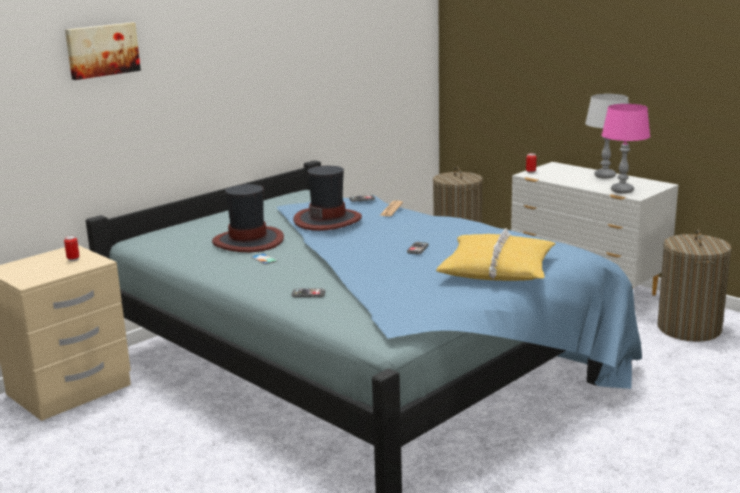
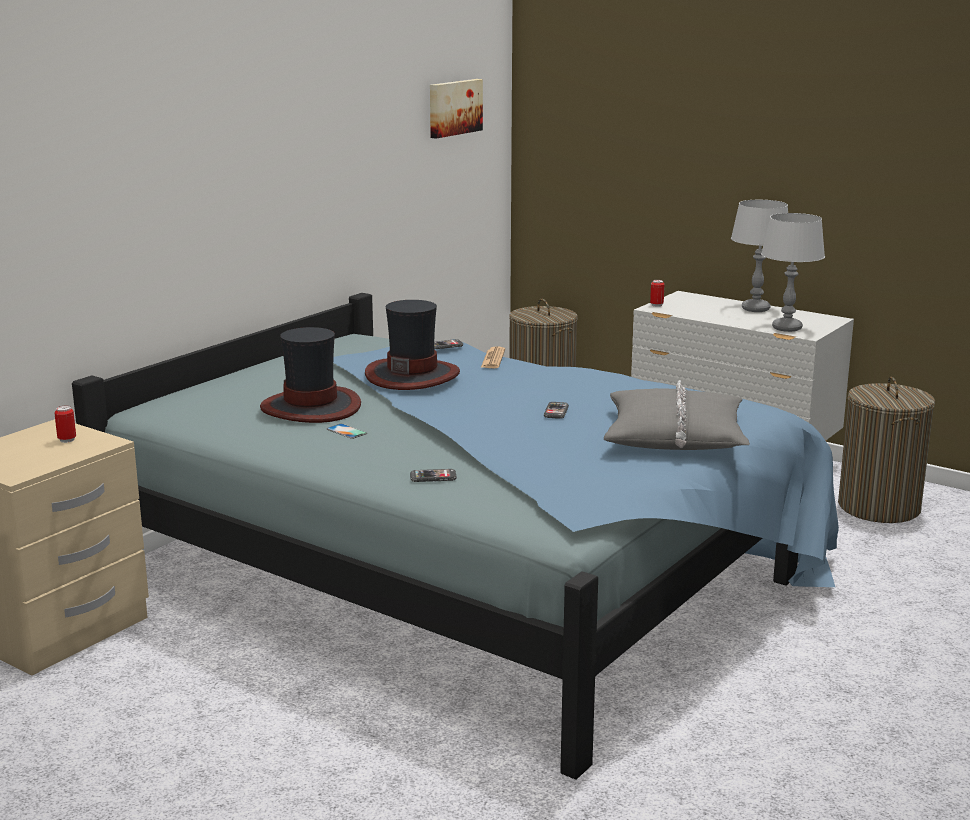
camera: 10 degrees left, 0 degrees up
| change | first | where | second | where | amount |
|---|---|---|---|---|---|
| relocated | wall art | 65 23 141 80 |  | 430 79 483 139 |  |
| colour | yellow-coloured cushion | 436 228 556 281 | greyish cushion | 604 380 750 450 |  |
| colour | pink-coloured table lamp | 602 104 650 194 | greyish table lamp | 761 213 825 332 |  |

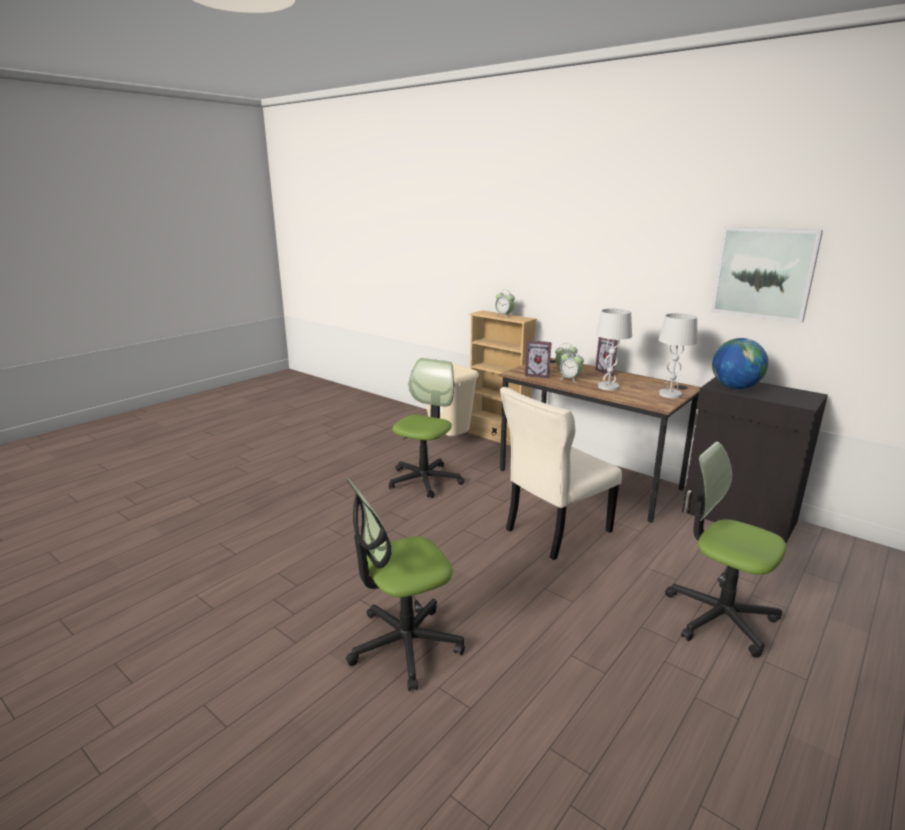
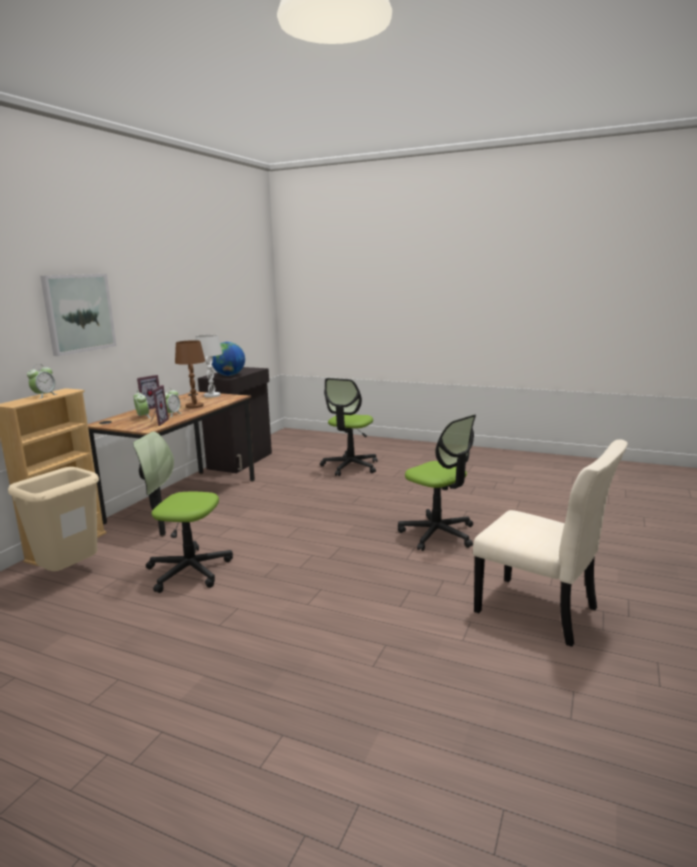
camera: 105 degrees left, 5 degrees down
| change | first | where | second | where | amount |
|---|---|---|---|---|---|
| relocated | wall art | 711 226 823 323 |  | 40 274 116 356 |  |
| colour | white-coloured table lamp | 596 309 632 391 | brown-coloured table lamp | 175 340 205 408 |  |
| relocated | sand-coloured plain chair | 500 387 622 560 |  | 473 439 628 647 |  |

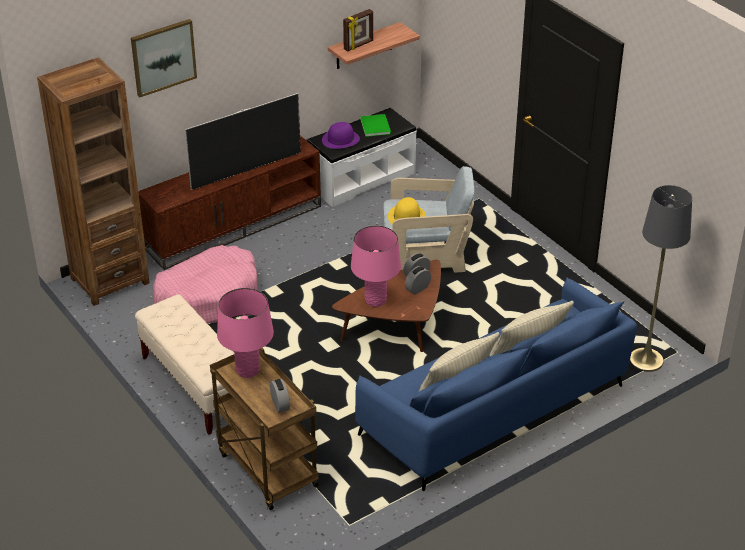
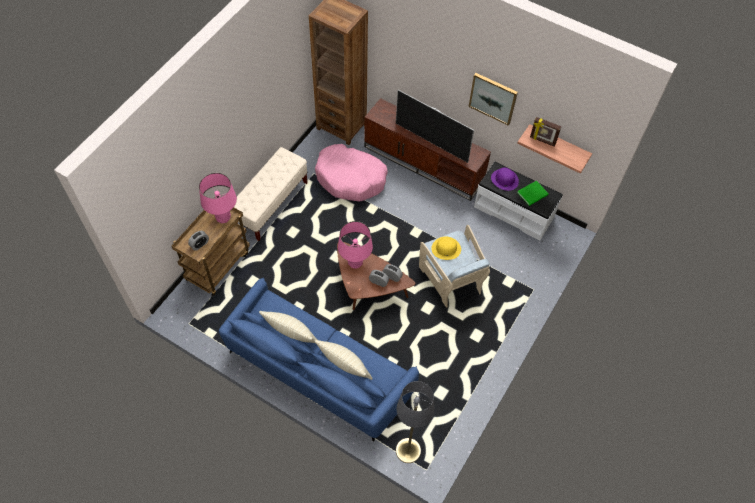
camera: 65 degrees right, 20 degrees up
| change | first | where | second | where | amount |
|---|---|---|---|---|---|
| relocated | wall art | 131 19 197 97 |  | 468 73 518 126 |  |

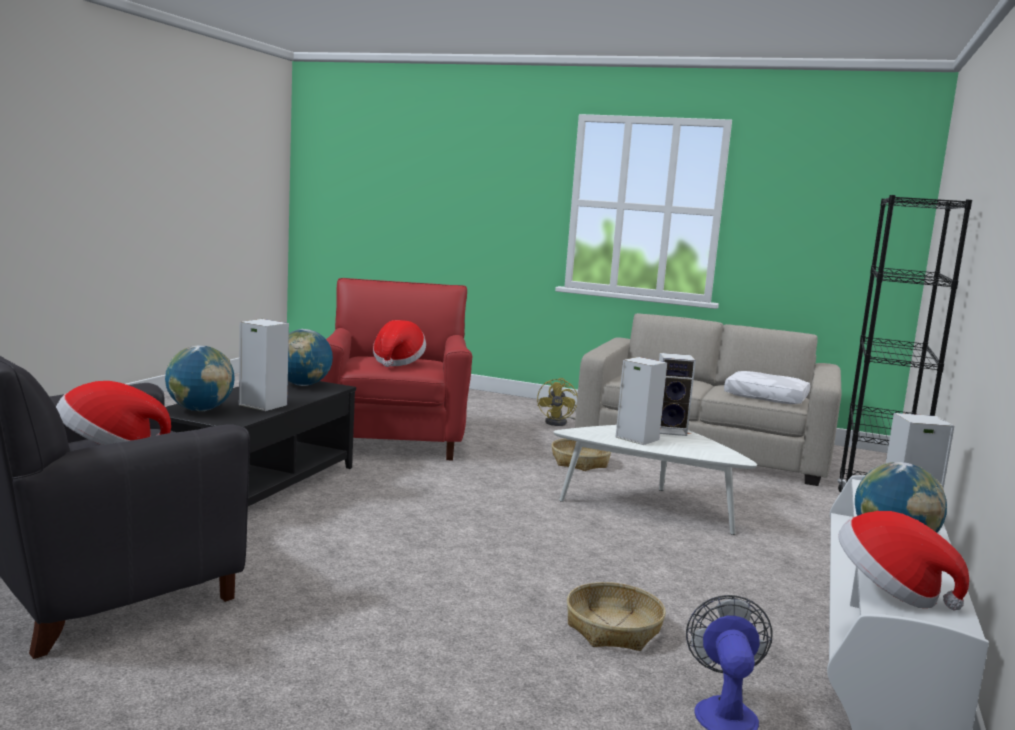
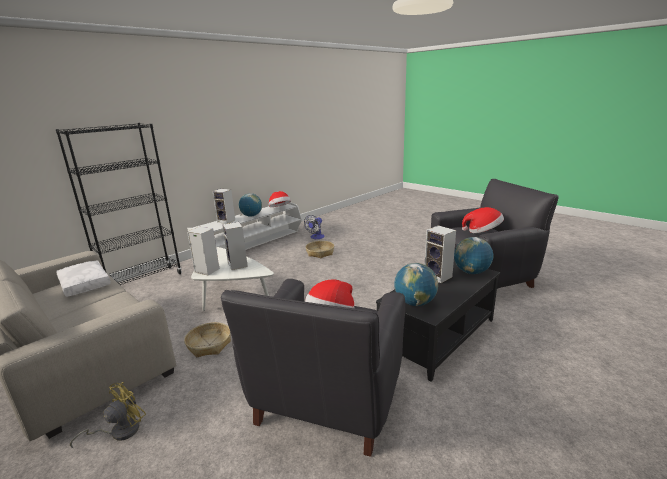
camera: 155 degrees left, 10 degrees up
| change | first | where | second | where | amount |
|---|---|---|---|---|---|
| colour | reddish lounge chair | 320 278 473 460 | blackish lounge chair | 221 279 405 457 |  |

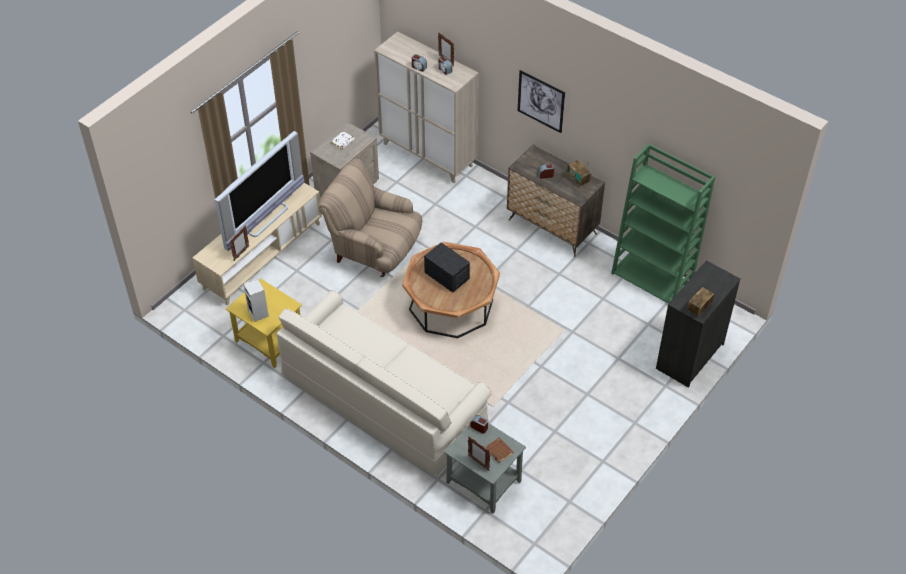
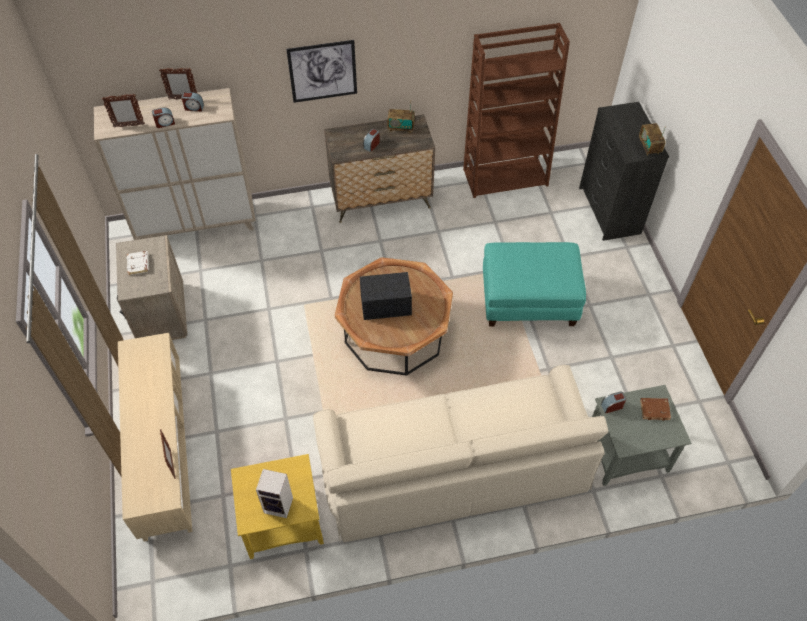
camera: 50 degrees left, 5 degrees up
| change | first | where | second | where | amount |
|---|---|---|---|---|---|
| relocated | picture frame | 468 436 491 471 |  | 102 94 145 128 |  |
| colour | green shelving unit | 611 143 715 304 | brown-coloured shelving unit | 463 23 570 198 |  |
| appeared |  |  | blue-green footrest | 483 242 586 326 |  |
| missing | TV | 215 131 305 251 |  |  |  |
| missing | sand-coloured lounge chair | 318 159 422 277 |  |  |  |

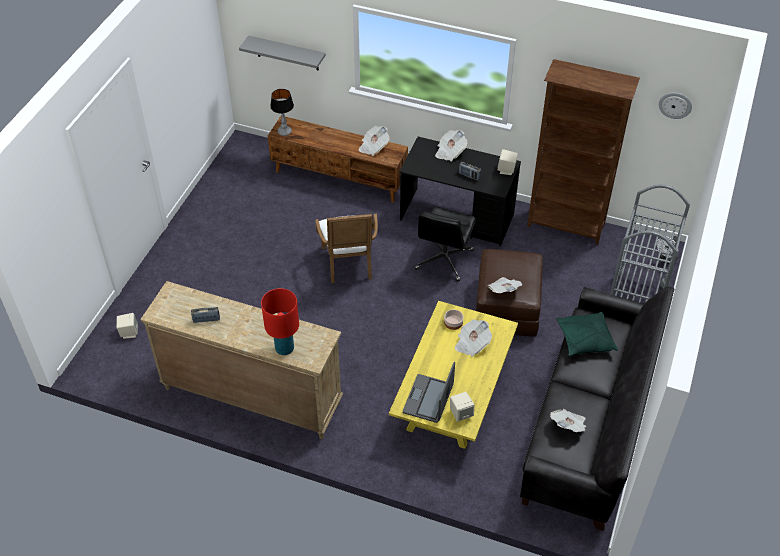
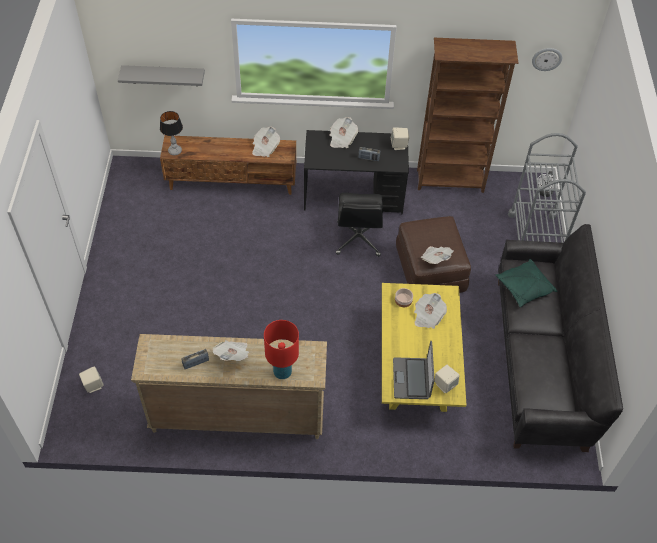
camera: 20 degrees left, 5 degrees up
| change | first | where | second | where | amount |
|---|---|---|---|---|---|
| relocated | printed paper | 550 409 586 432 |  | 212 340 249 361 |  |
| missing | white-coloured lounge chair | 315 214 378 283 |  |  |  |

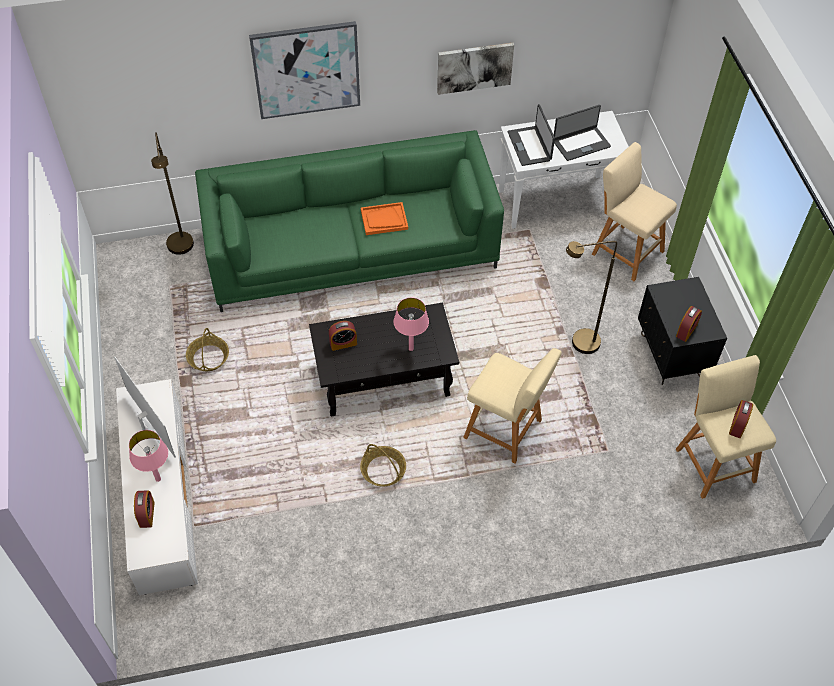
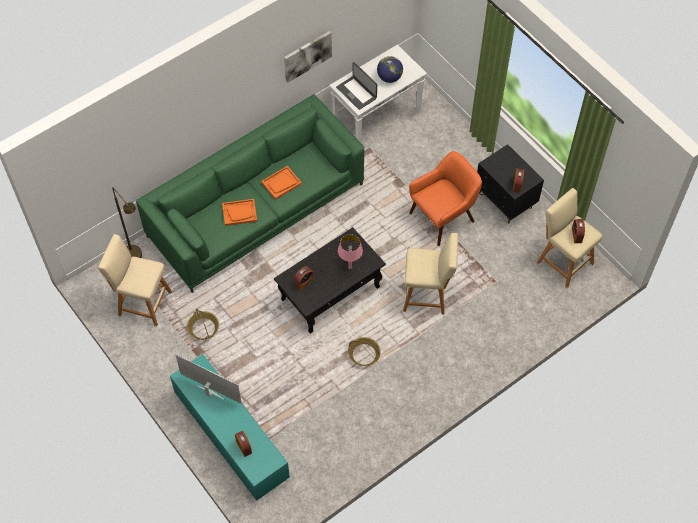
camera: 25 degrees left, 5 degrees up
| change | first | where | second | where | amount |
|---|---|---|---|---|---|
| relocated | sand-coloured stool | 592 142 677 281 |  | 98 234 172 326 |  |
| colour | white-coloured tv unit | 116 379 198 595 | blue-green tv unit | 170 354 290 501 |  |
| appeared |  |  | orange serving tray | 222 199 257 226 |  |
| exchanged | notebook computer | 554 105 611 161 | globe | 377 56 403 83 |  |
| exchanged | brown-coloured standing lamp | 566 241 617 354 | orange lounge chair | 409 151 482 246 |  |
| missing | pink-coloured table lamp | 129 430 168 482 |  |  |  |
| missing | wall art | 249 21 360 119 |  |  |  |

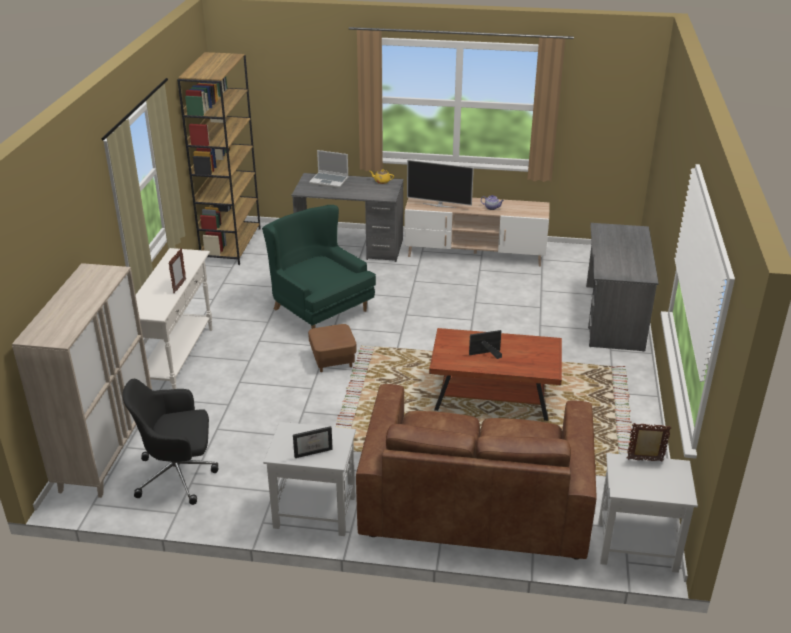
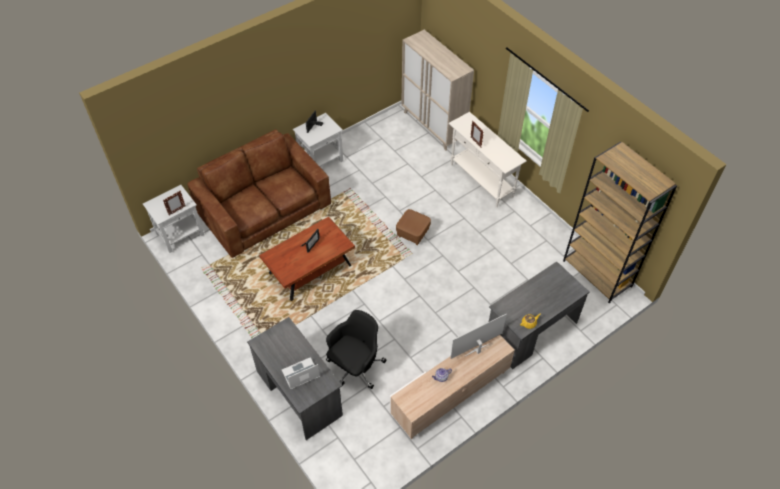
camera: 135 degrees right, 20 degrees up
| change | first | where | second | where | amount |
|---|---|---|---|---|---|
| relocated | notebook computer | 309 150 349 188 |  | 282 357 320 389 |  |
| relocated | blackish desk chair | 122 379 219 505 |  | 326 310 386 389 |  |
| missing | green lounge chair | 262 205 376 329 |  |  |  |

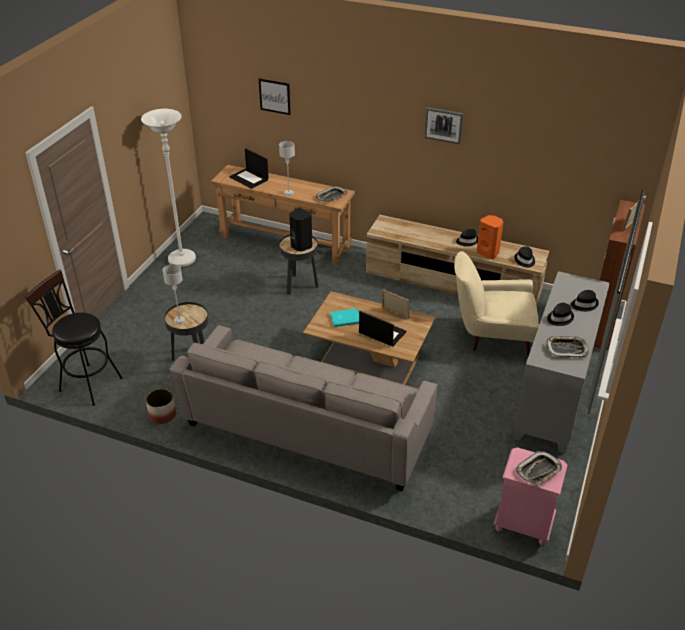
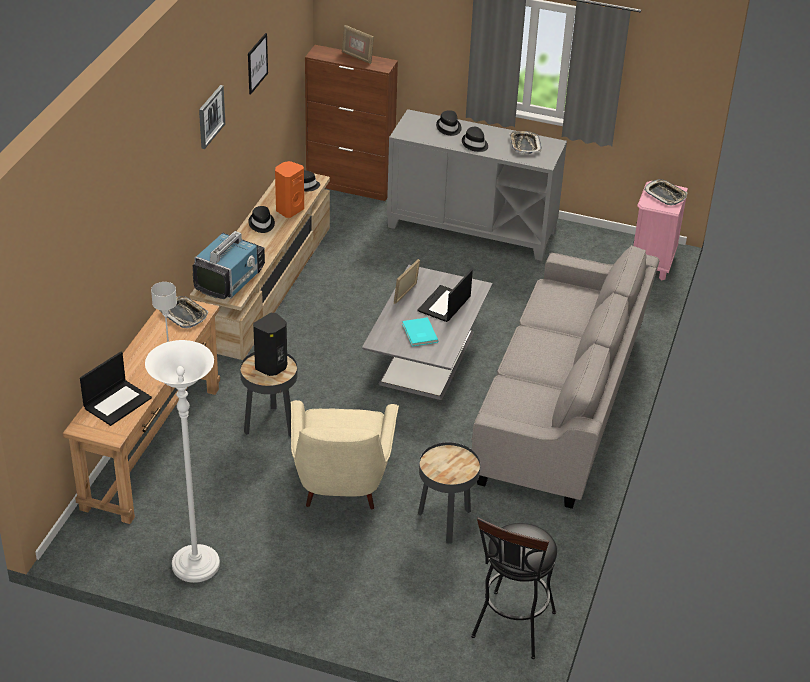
camera: 95 degrees left, 0 degrees up
| change | first | where | second | where | amount |
|---|---|---|---|---|---|
| appeared |  |  | TV | 193 231 265 299 |  |
| relocated | wall art | 259 79 291 115 |  | 248 33 268 94 |  |
| relocated | sand-coloured lounge chair | 454 251 539 356 |  | 291 400 399 509 |  |
| colour | brown-coloured low table | 303 291 436 385 | greyish low table | 362 265 492 400 |  |
| missing | plant pot | 146 389 176 424 |  |  |  |
| missing | greyish table lamp | 163 264 185 324 |  |  |  |

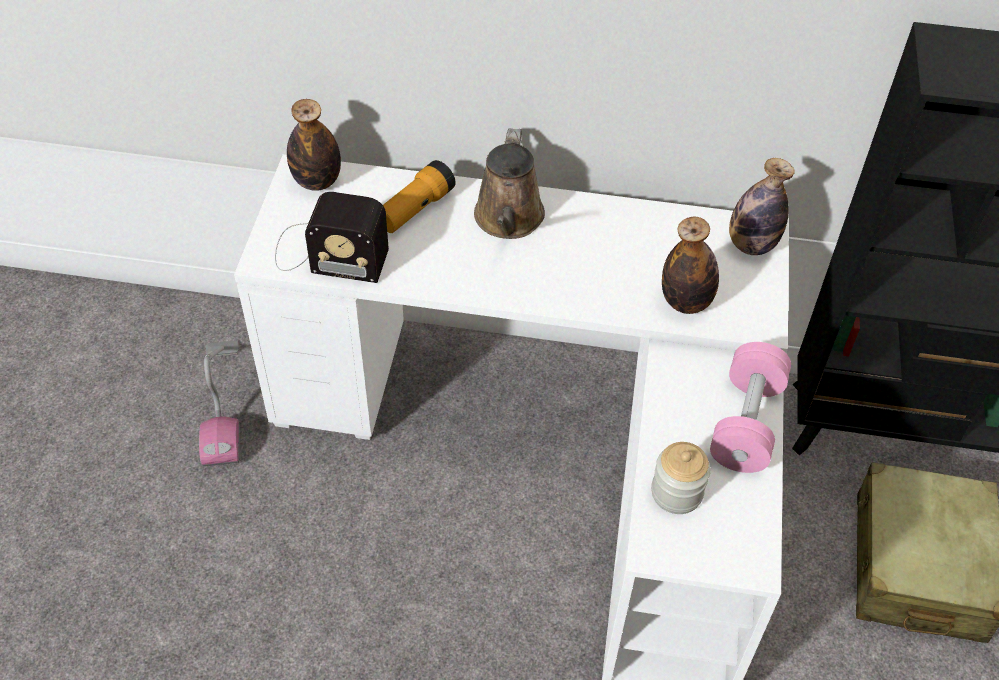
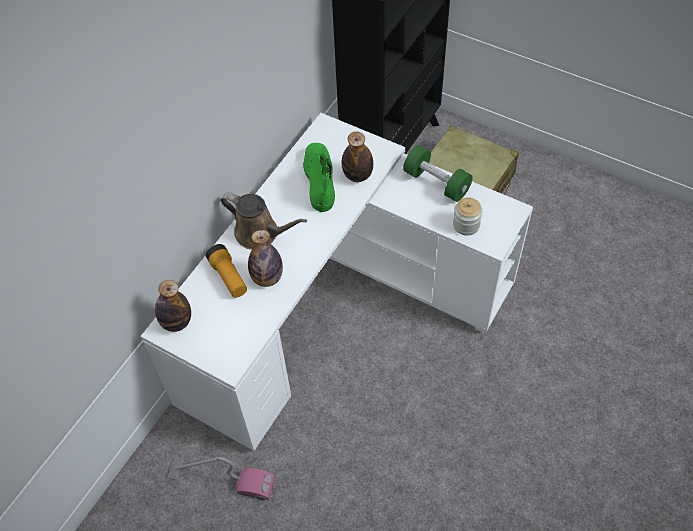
camera: 65 degrees left, 5 degrees up
| change | first | where | second | where | amount |
|---|---|---|---|---|---|
| relocated | drink bottle | 729 158 795 255 |  | 248 230 283 287 |  |
| appeared |  |  | green tall boot | 303 143 335 212 |  |
| colour | pink-coloured dumbbell | 710 342 791 473 | green dumbbell | 403 145 473 202 |  |
| missing | radio receiver | 275 192 389 283 |  |  |  |

